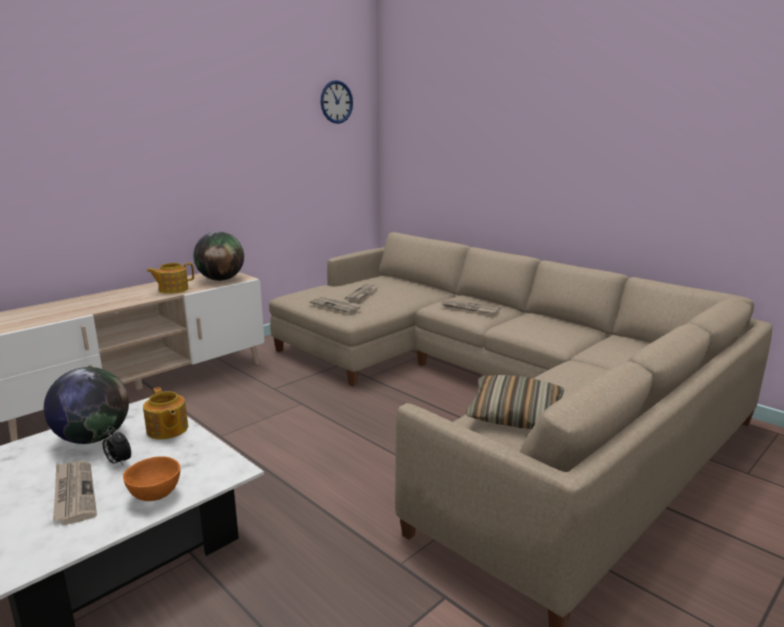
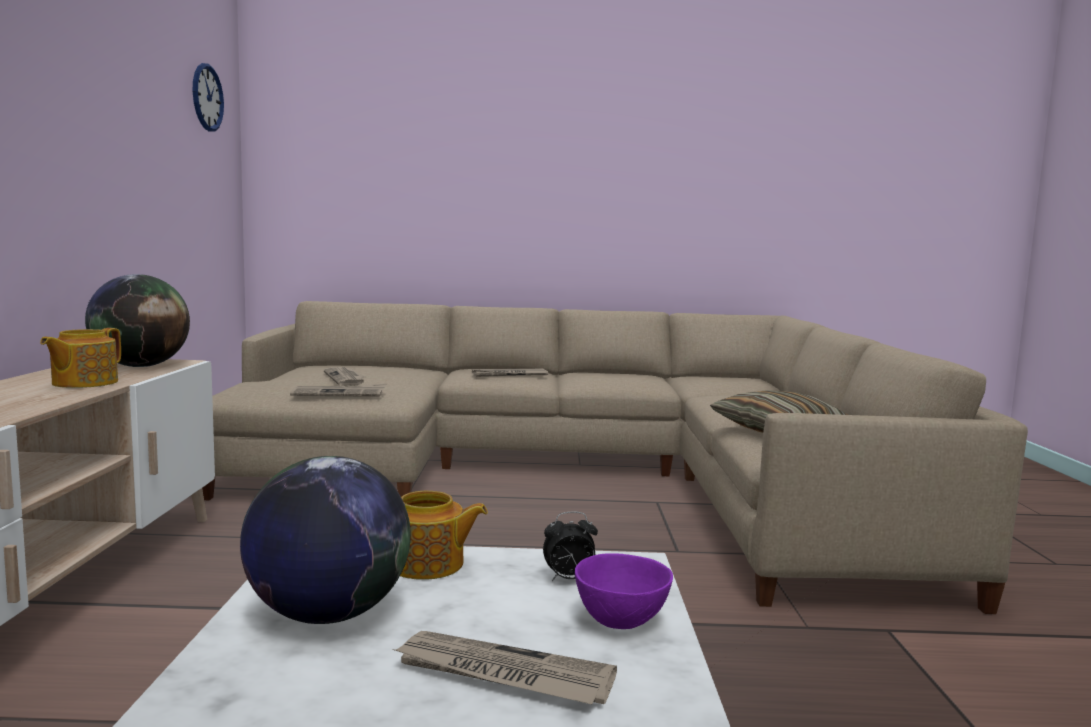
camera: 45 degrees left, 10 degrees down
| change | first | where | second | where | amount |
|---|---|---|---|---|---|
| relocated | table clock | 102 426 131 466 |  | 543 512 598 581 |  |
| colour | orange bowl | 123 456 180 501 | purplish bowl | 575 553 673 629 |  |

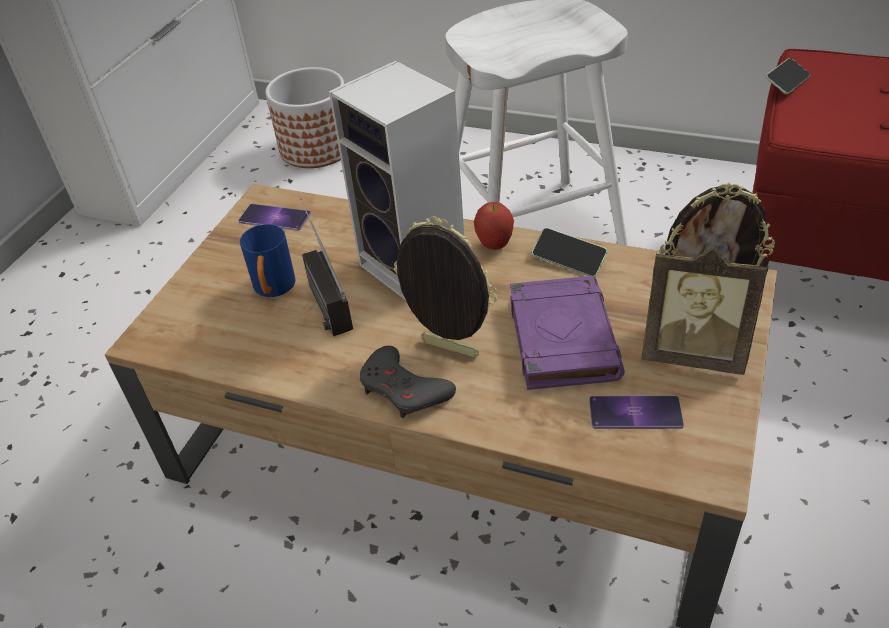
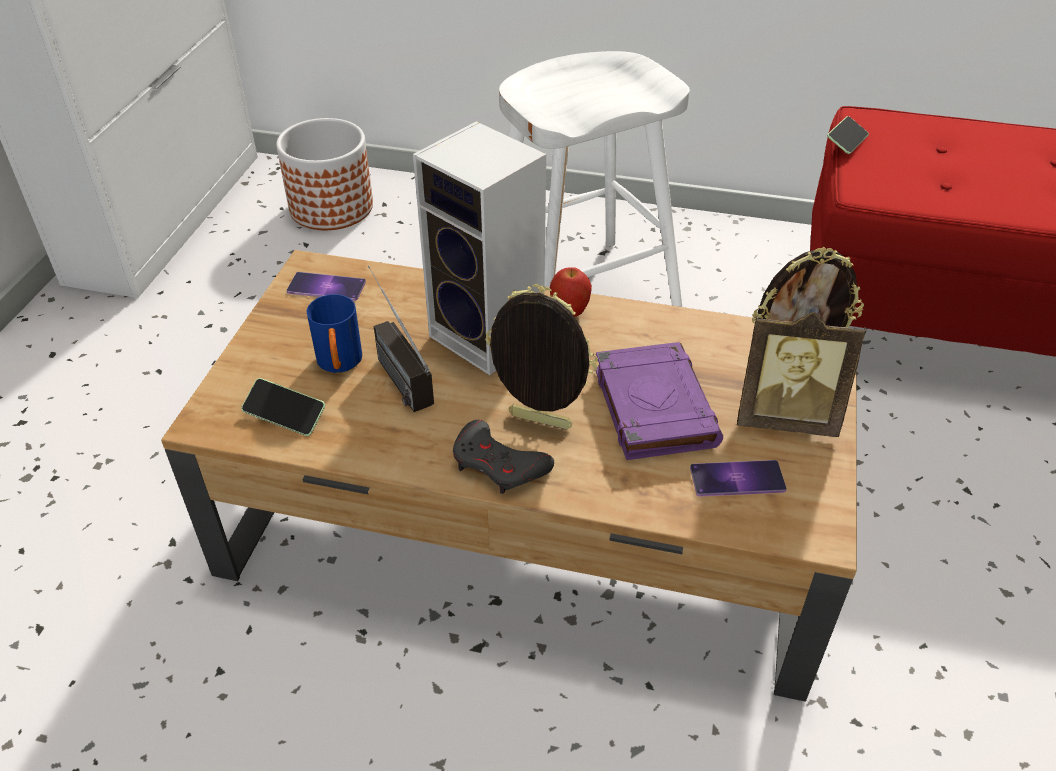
camera: 10 degrees left, 0 degrees up
| change | first | where | second | where | amount |
|---|---|---|---|---|---|
| relocated | phone | 532 228 607 277 |  | 241 378 325 436 |  |

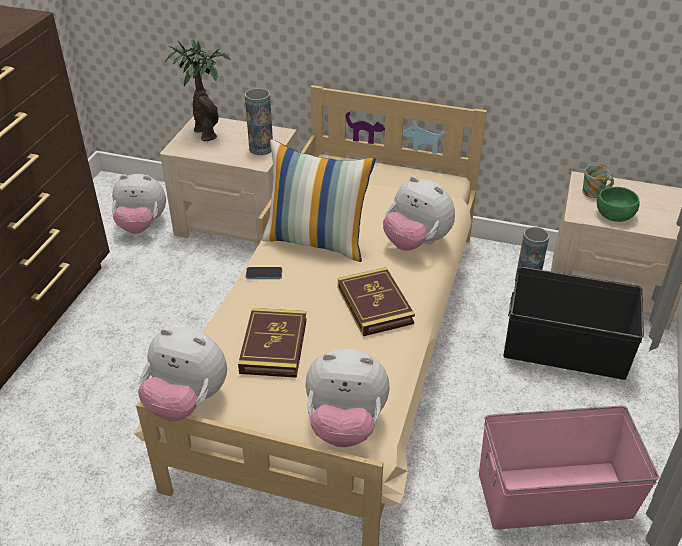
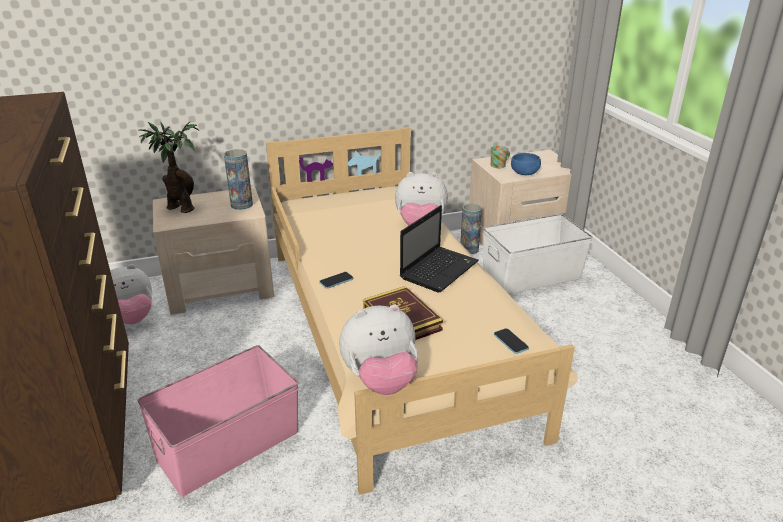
camera: 35 degrees left, 10 degrees down
| change | first | where | second | where | amount |
|---|---|---|---|---|---|
| relocated | pink-coloured storage box | 479 406 659 530 |  | 137 345 299 497 |  |
| exchanged | book | 338 267 415 336 | notebook computer | 400 205 479 293 |  |
| colour | blackish storage box | 503 267 644 380 | white-coloured storage box | 483 214 593 294 |  |
| exchanged | cuddly toy | 306 349 390 447 | phone | 494 328 529 354 |  |
| colour | green bowl | 597 187 640 222 | blue bowl | 511 153 541 175 |  |
| missing | cushion | 262 139 376 262 |  |  |  |

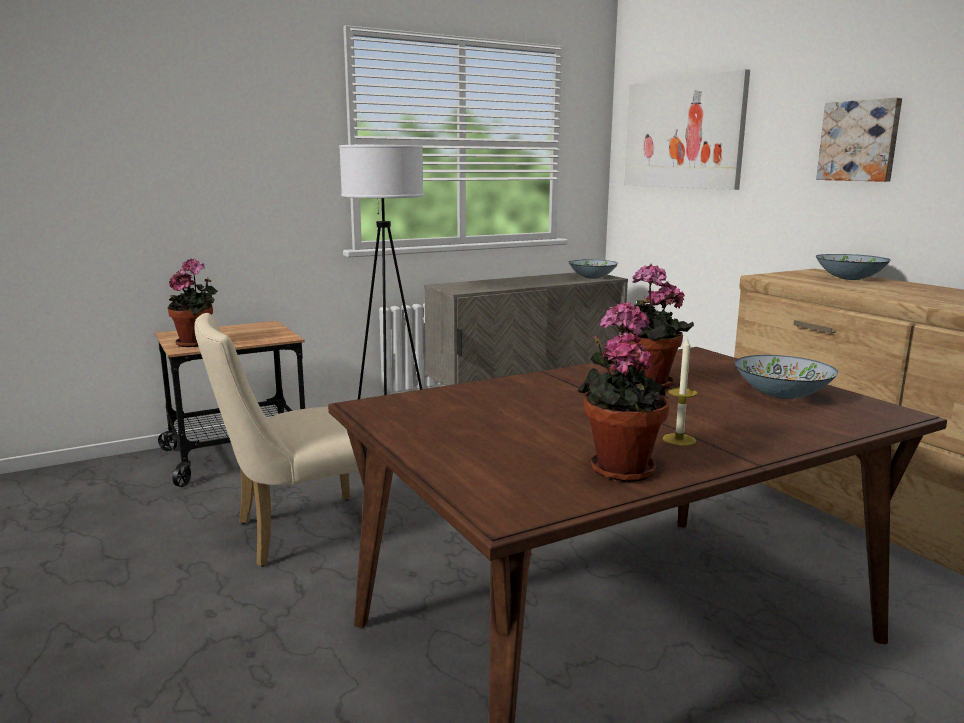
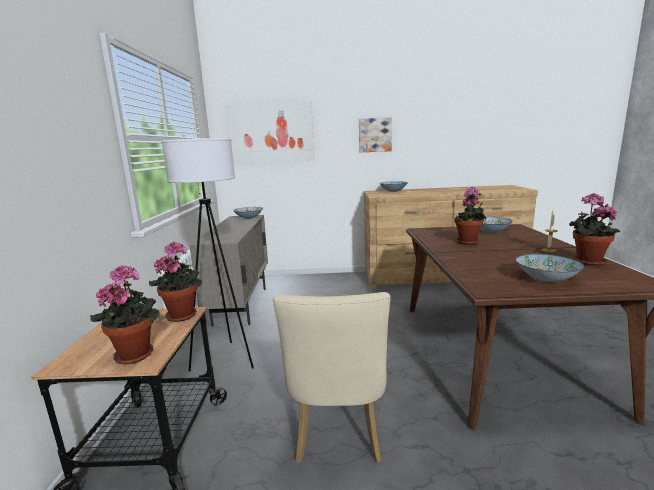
camera: 60 degrees left, 0 degrees up
| change | first | where | second | where | amount |
|---|---|---|---|---|---|
| appeared |  |  | houseplant | 149 241 202 322 |  |
| appeared |  |  | bowl | 516 254 584 282 |  |

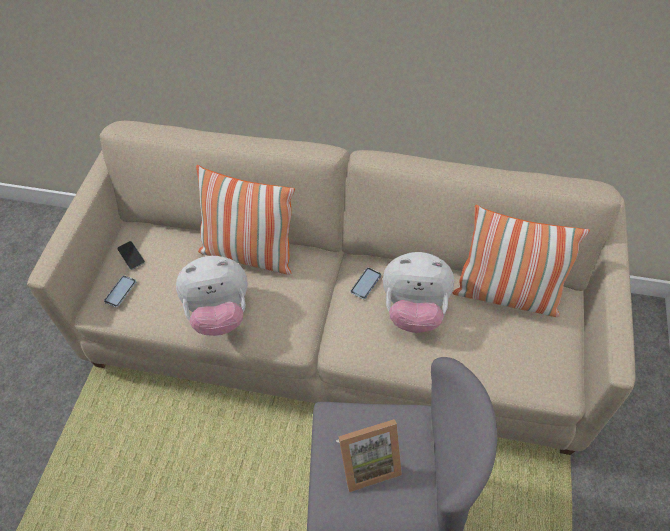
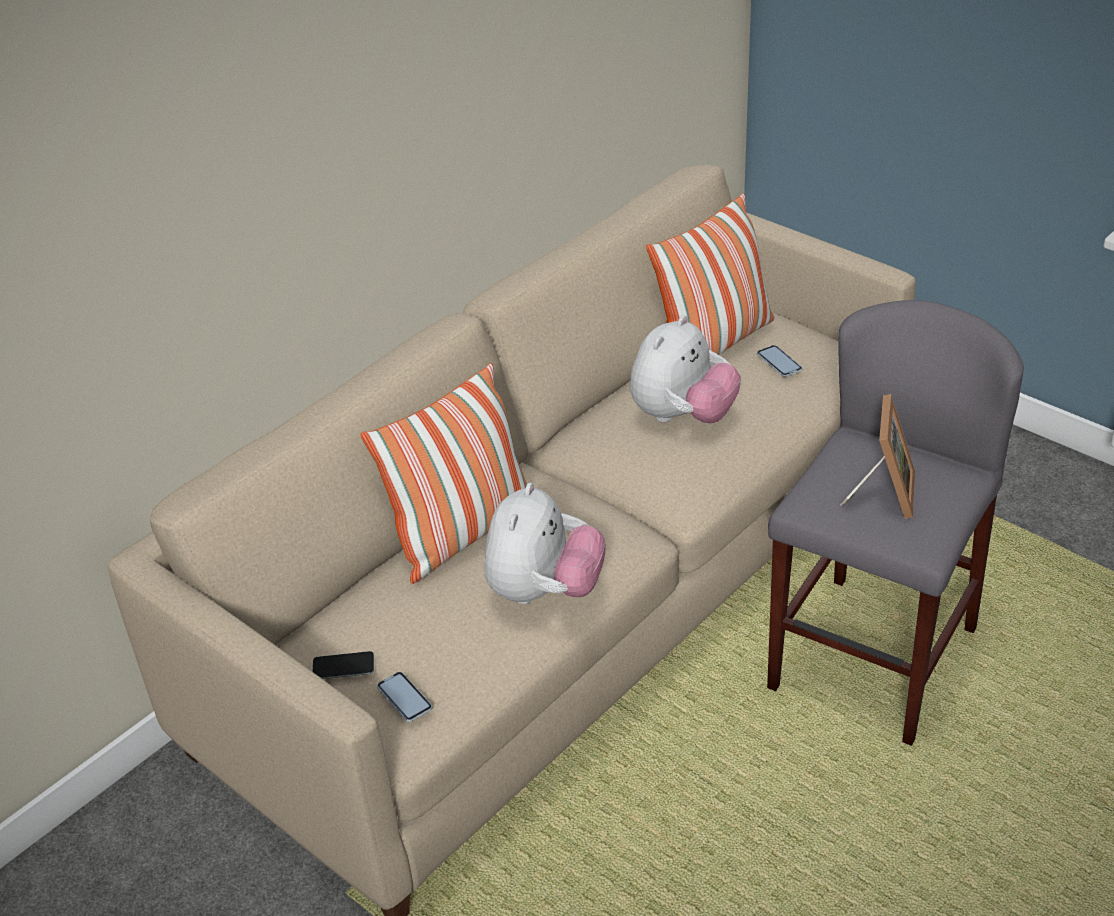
camera: 60 degrees left, 15 degrees down
| change | first | where | second | where | amount |
|---|---|---|---|---|---|
| relocated | phone | 350 268 381 299 |  | 757 345 802 377 |  |

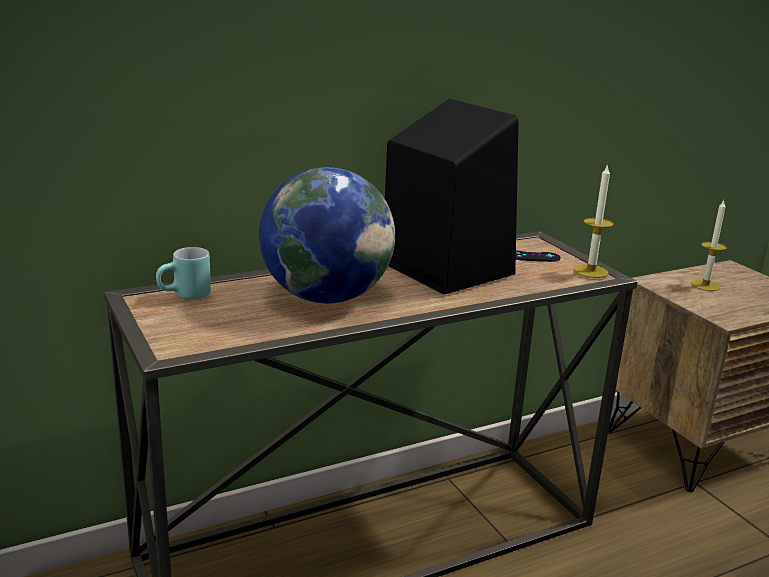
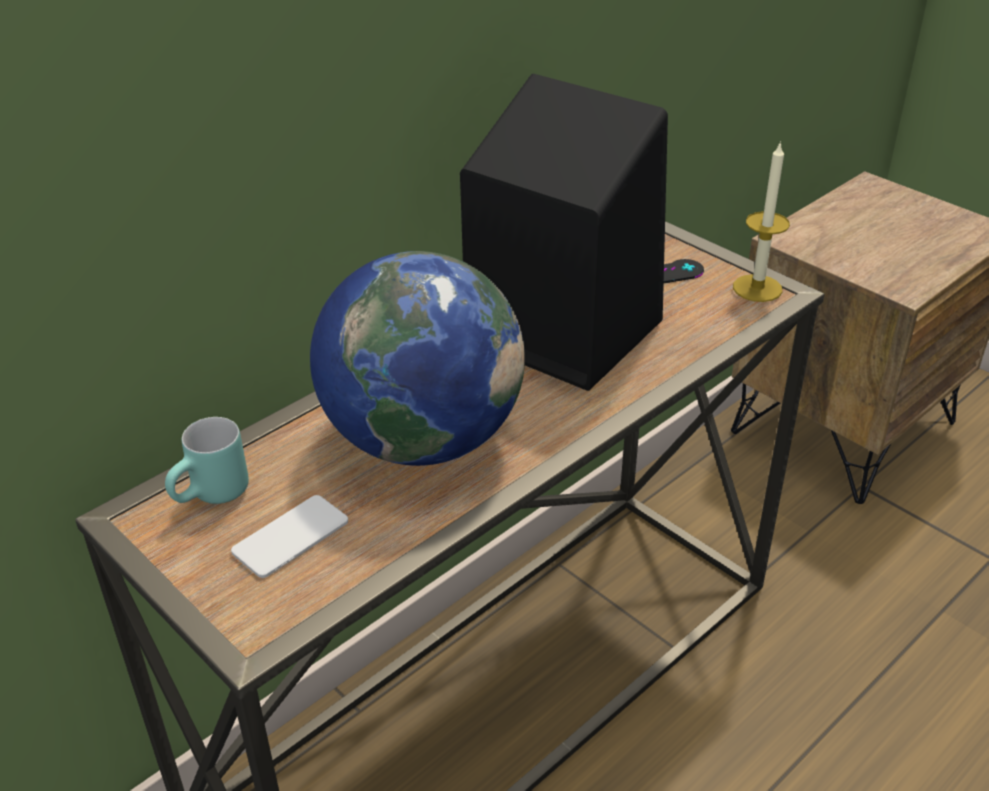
camera: 15 degrees left, 15 degrees up
| change | first | where | second | where | amount |
|---|---|---|---|---|---|
| appeared |  |  | phone | 231 495 348 578 |  |
| missing | wax light | 691 200 727 291 |  |  |  |

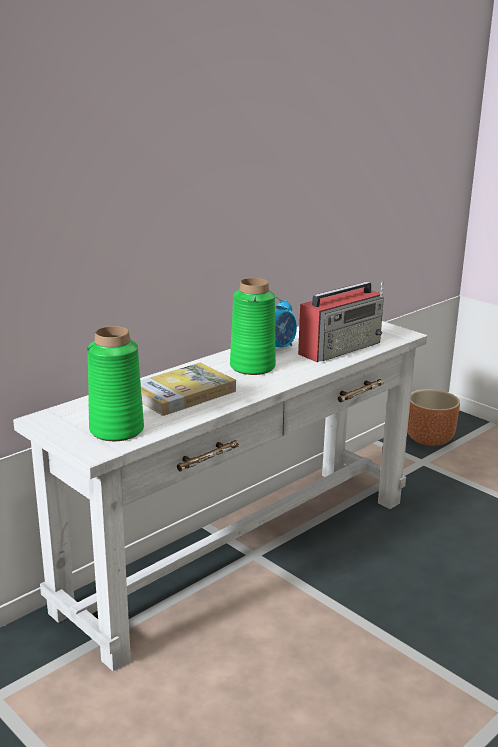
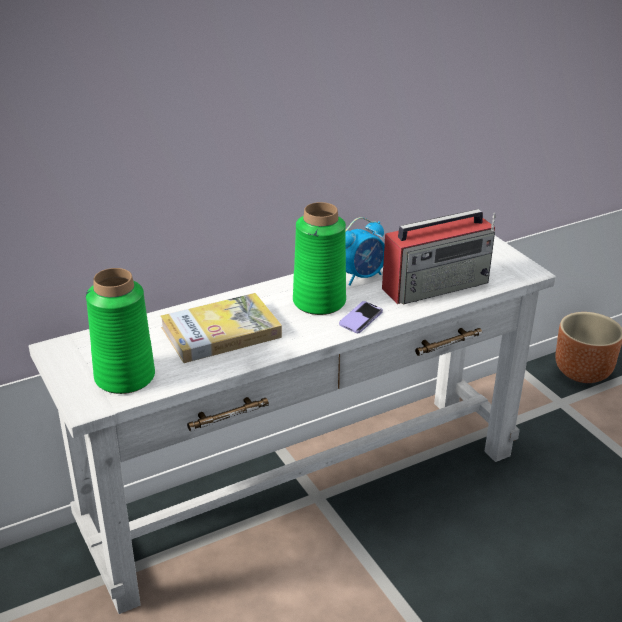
camera: 15 degrees right, 10 degrees up
| change | first | where | second | where | amount |
|---|---|---|---|---|---|
| appeared |  |  | phone | 339 301 383 333 |  |

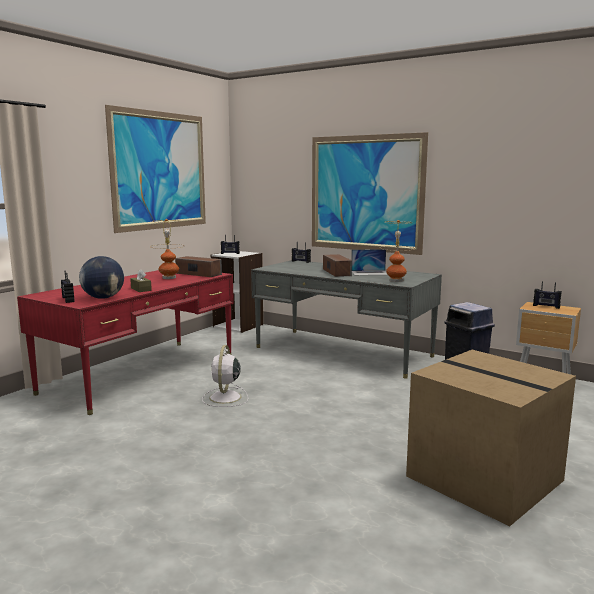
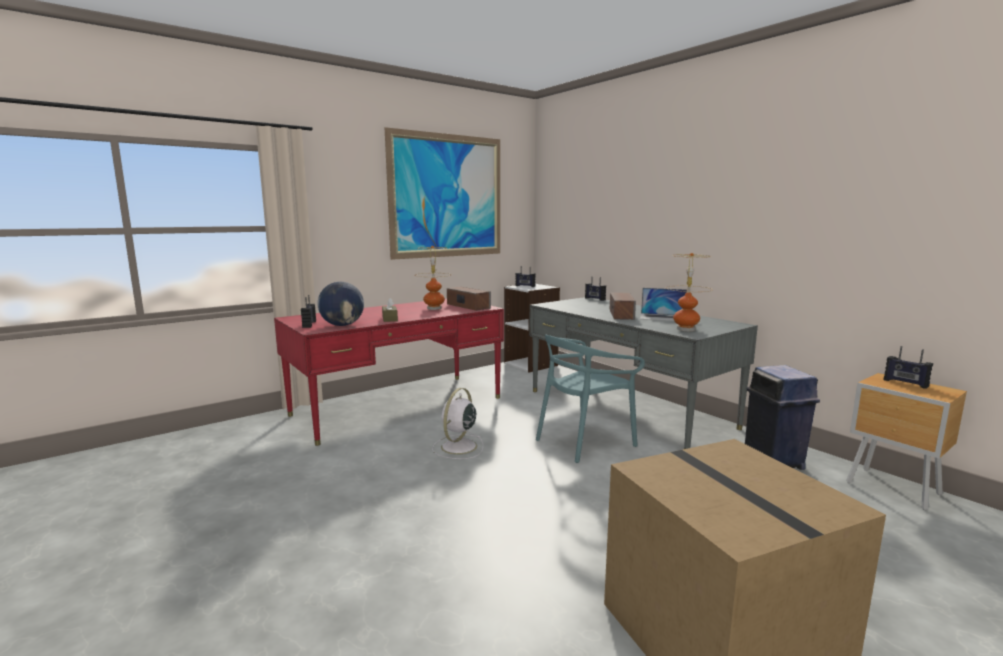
camera: 20 degrees right, 0 degrees up
| change | first | where | second | where | amount |
|---|---|---|---|---|---|
| appeared |  |  | blue-green plain chair | 536 335 645 463 |  |
| missing | wall art | 312 132 428 255 |  |  |  |

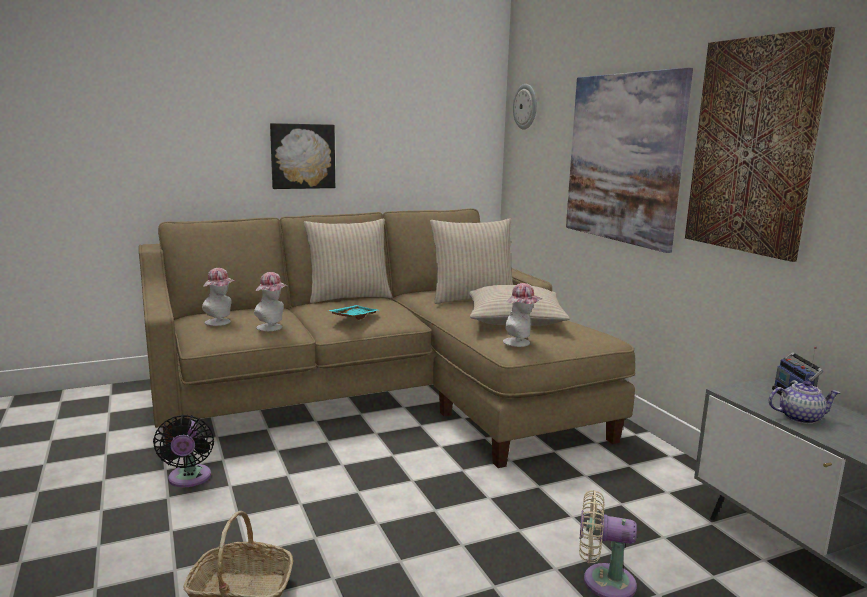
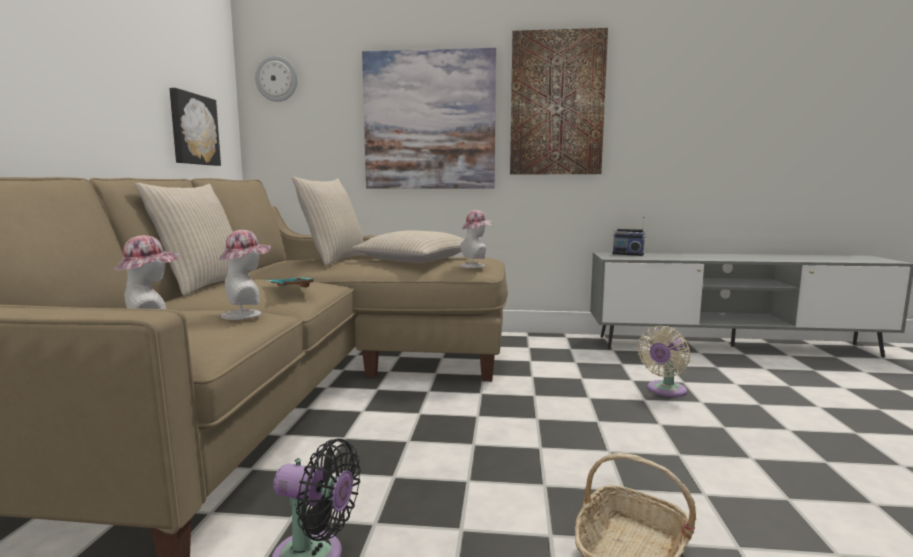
camera: 60 degrees left, 5 degrees down
| change | first | where | second | where | amount |
|---|---|---|---|---|---|
| relocated | wall art | 270 123 335 189 |  | 170 88 221 166 |  |
| missing | pot for tea | 769 381 840 424 |  |  |  |

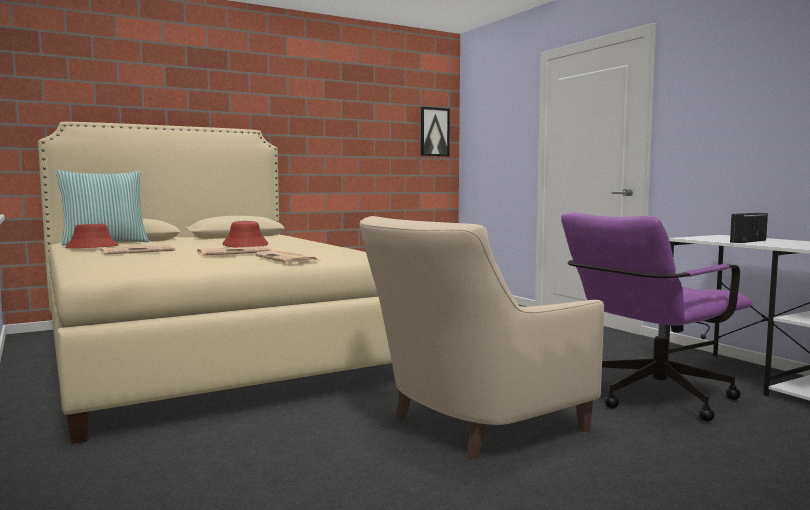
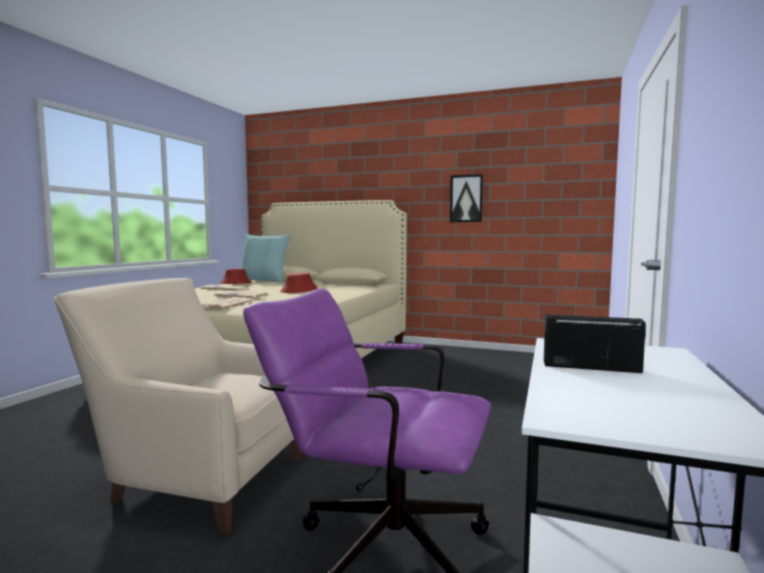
camera: 50 degrees right, 0 degrees up
| change | first | where | second | where | amount |
|---|---|---|---|---|---|
| relocated | wall art | 421 107 450 157 |  | 450 174 483 222 |  |

